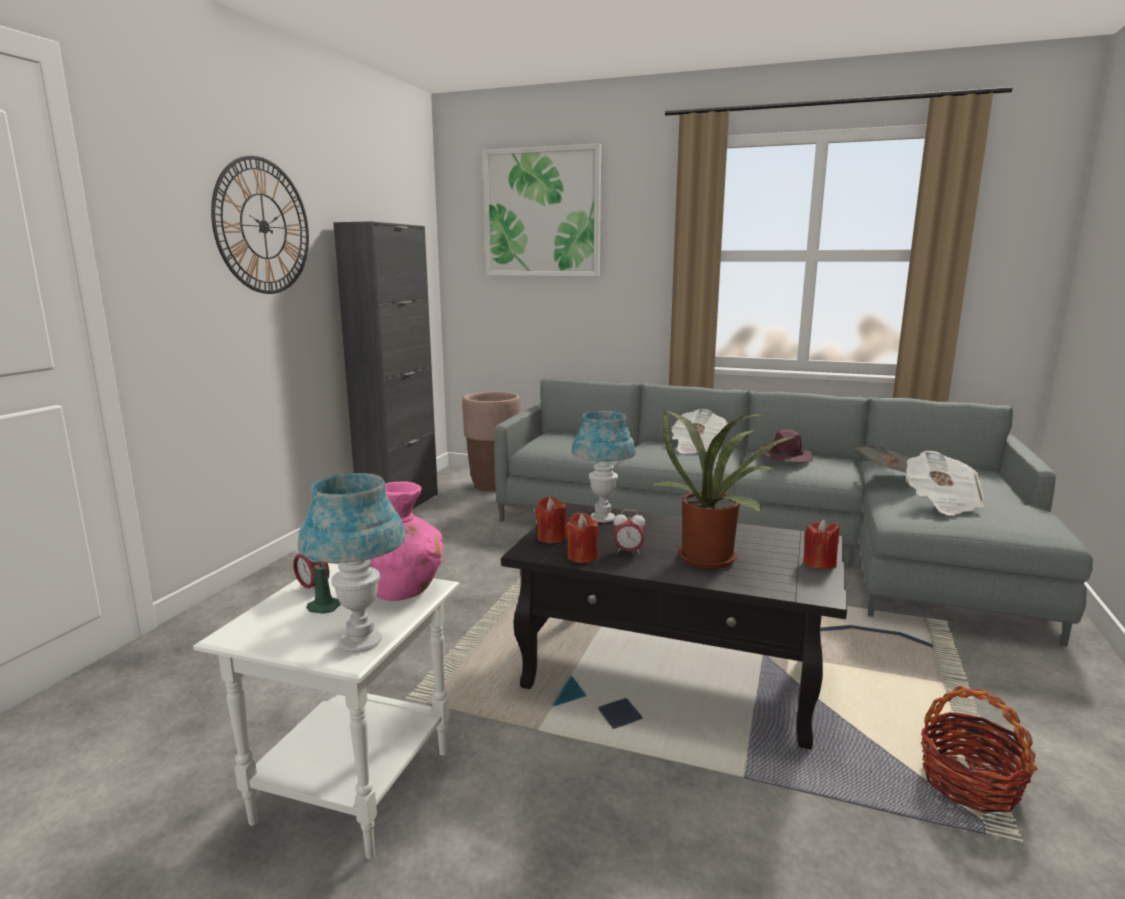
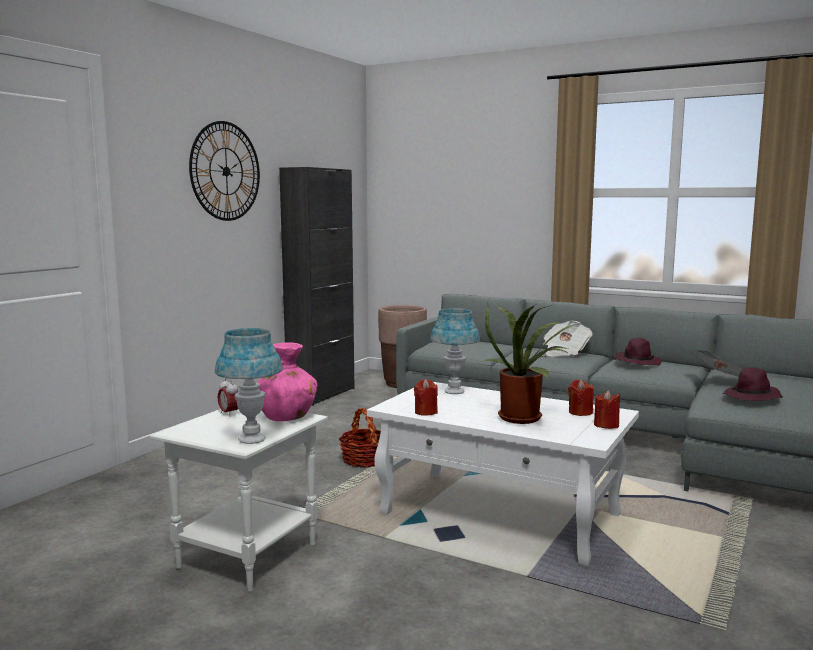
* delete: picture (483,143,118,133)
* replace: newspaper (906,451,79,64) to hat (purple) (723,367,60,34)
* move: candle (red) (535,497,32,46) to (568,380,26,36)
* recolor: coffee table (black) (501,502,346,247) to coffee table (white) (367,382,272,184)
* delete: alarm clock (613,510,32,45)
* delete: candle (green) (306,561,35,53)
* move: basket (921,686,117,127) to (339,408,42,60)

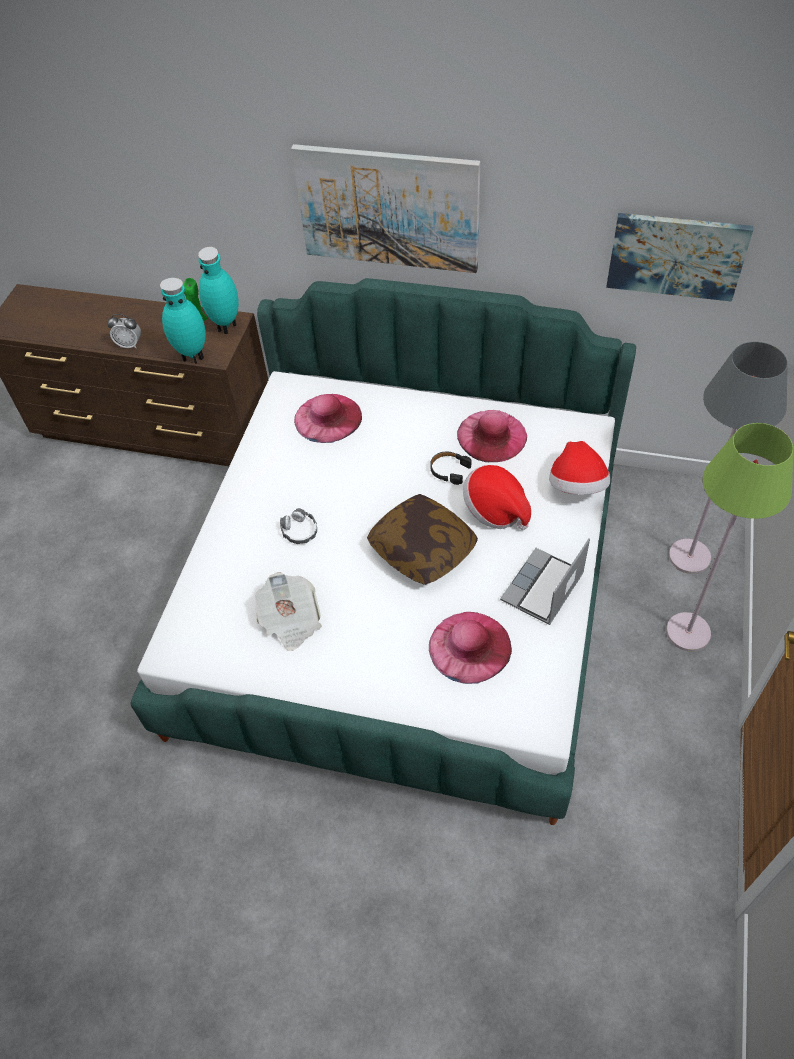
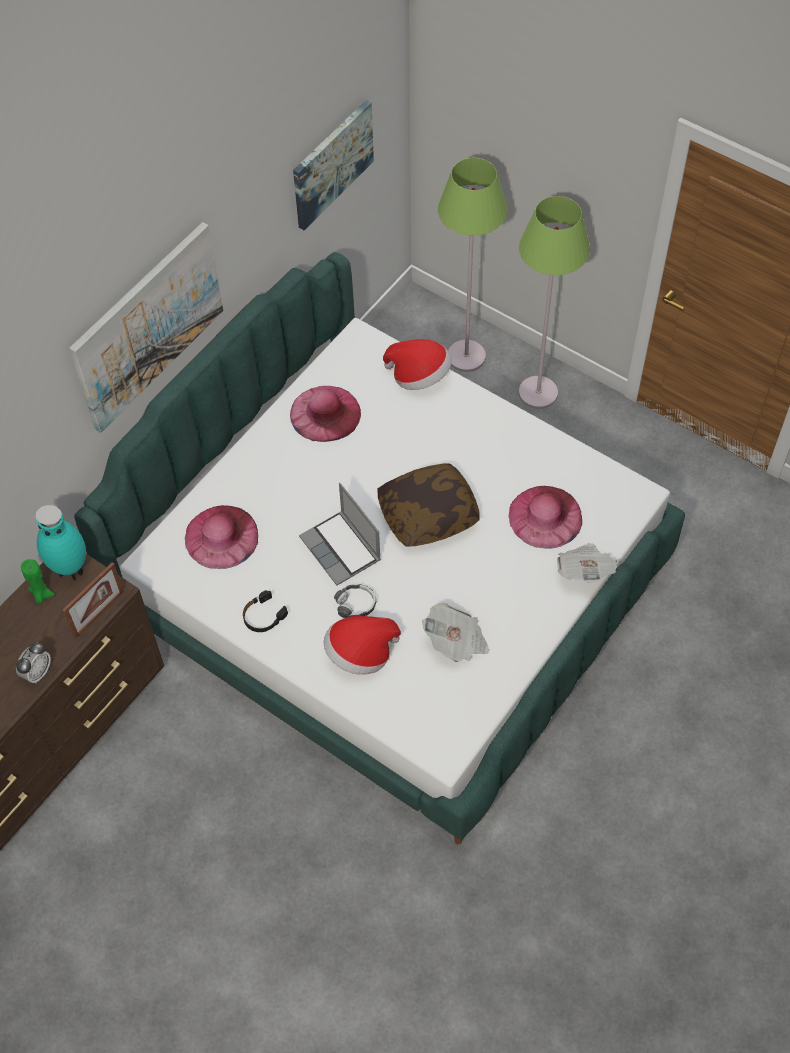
* replace: vase (turquoise) (160,278,46,86) to picture frame (63,562,61,76)
* recolor: floor lamp (grey) (669,342,119,232) to floor lamp (green) (438,158,69,214)
* move: headphones (black) (430,452,42,33) to (243,590,45,42)
* move: hat (463,465,68,65) to (324,616,77,59)
* move: laptop (500,538,90,87) to (299,483,82,103)
* insert: newspaper (557,543,61,40)

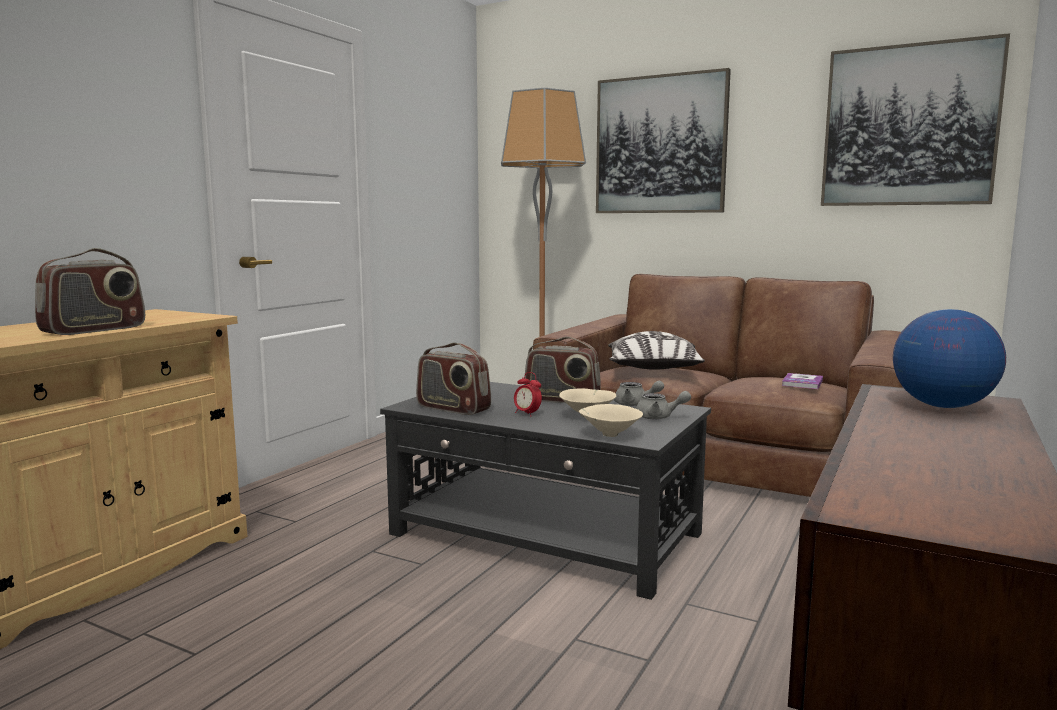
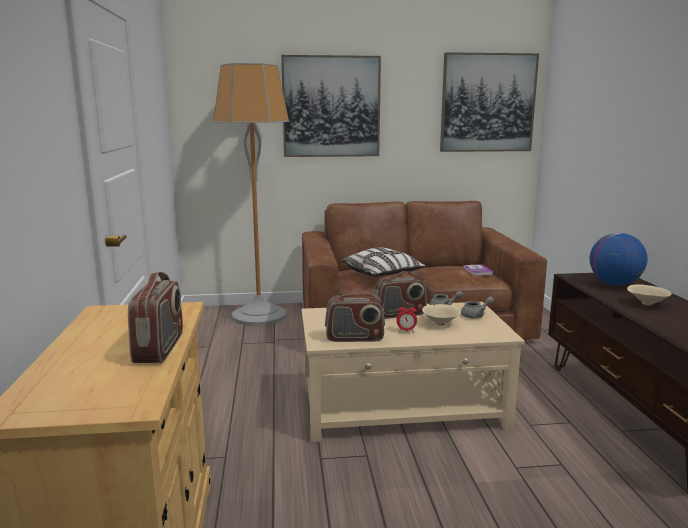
* recolor: coffee table (black) (380,382,331,218) to coffee table (beige) (301,302,224,140)
* move: bowl (beige) (579,404,64,33) to (627,284,45,22)

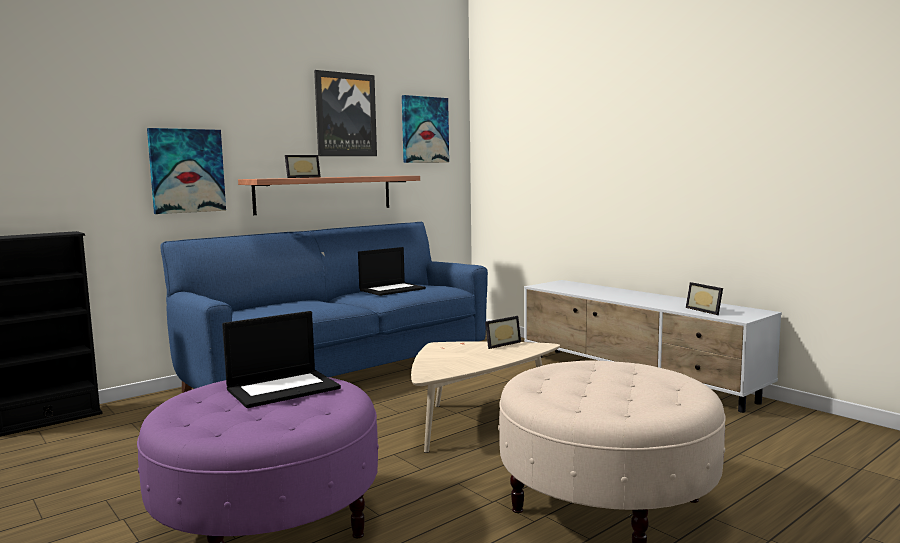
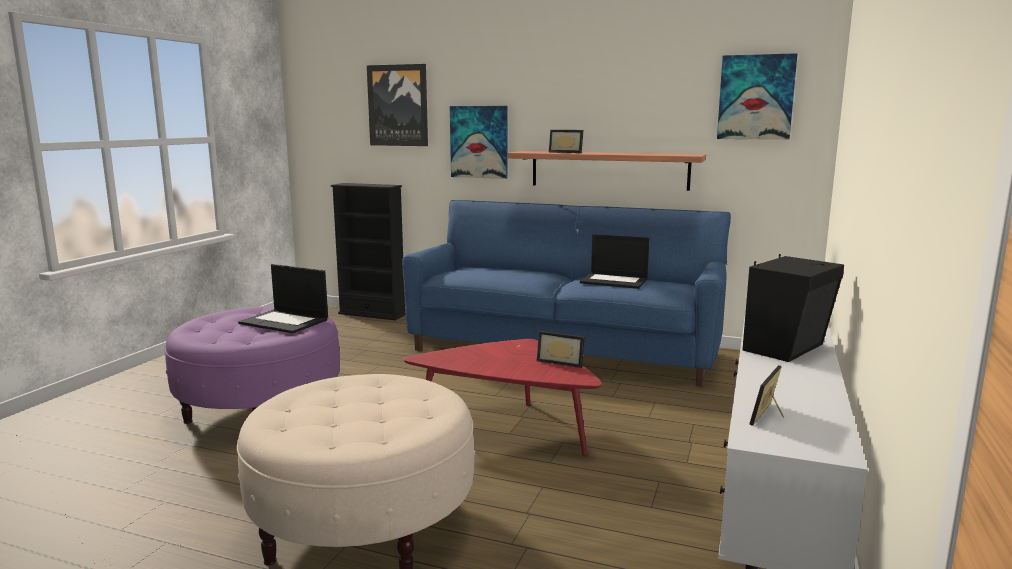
* move: picture (314,70,63,86) to (367,64,61,82)
* recolor: coffee table (beige) (411,341,149,112) to coffee table (red) (403,339,199,117)
* insert: speaker (black) (742,254,102,108)

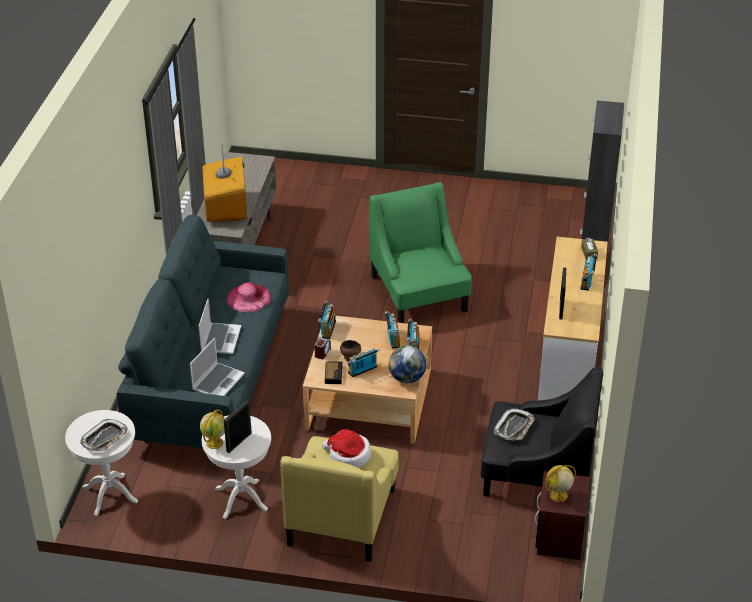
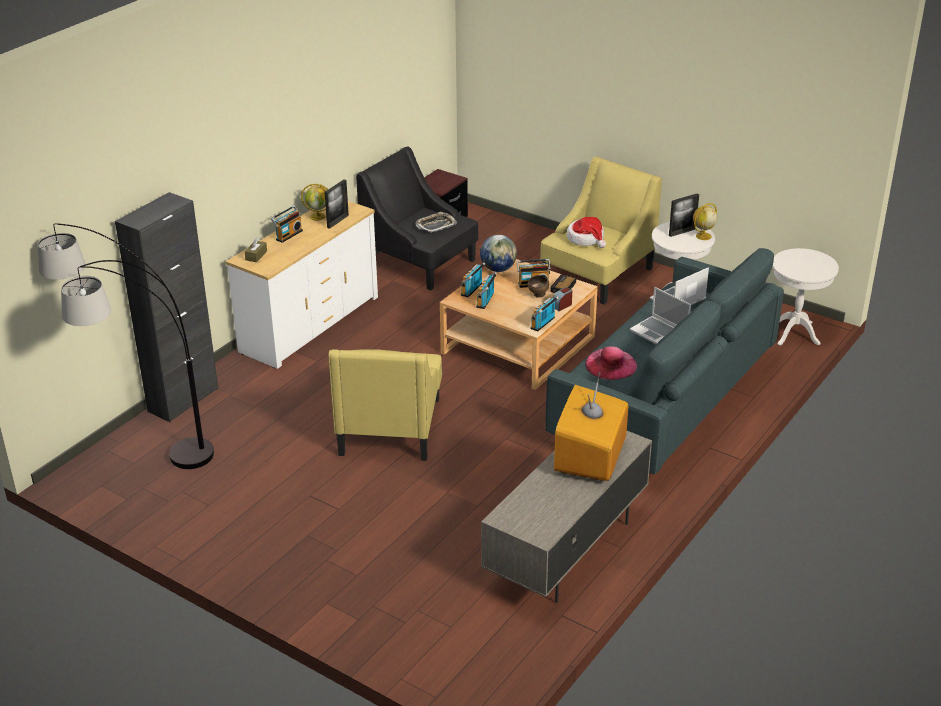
* recolor: armchair (green) (369,182,103,141) to armchair (yellow) (328,349,114,112)
* rotate: laptop (199,298,42,56) = (630,287,61,57) 75 degrees counterclockwise
* delete: tray (80,419,48,33)
* move: globe (545,465,31,37) to (301,184,27,37)
* insert: floor lamp (38,223,176,246)

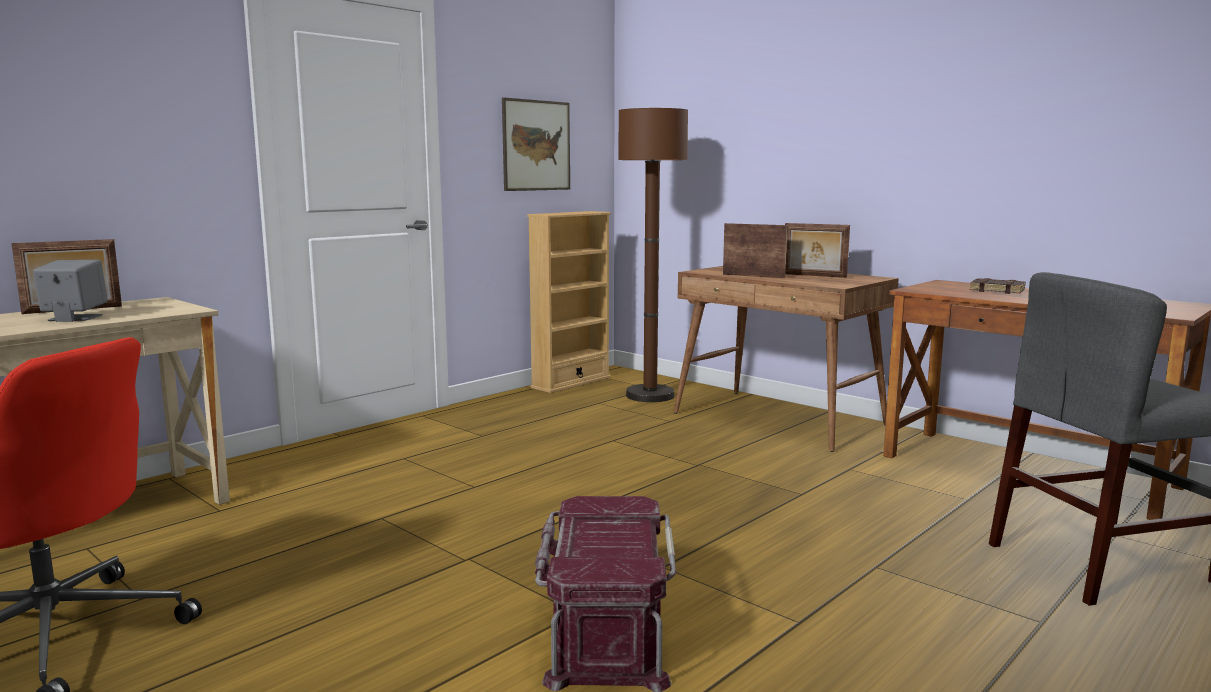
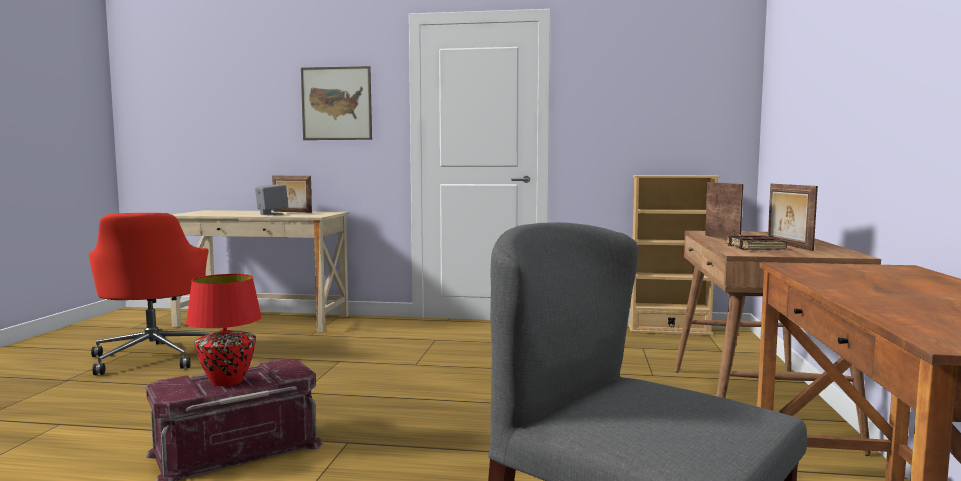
* move: picture (502,97,68,94) to (301,66,71,74)
* delete: floor lamp (brown) (618,108,70,294)
* move: book (brown) (970,278,55,16) to (725,234,62,16)
* insert: table lamp (red) (186,274,76,112)

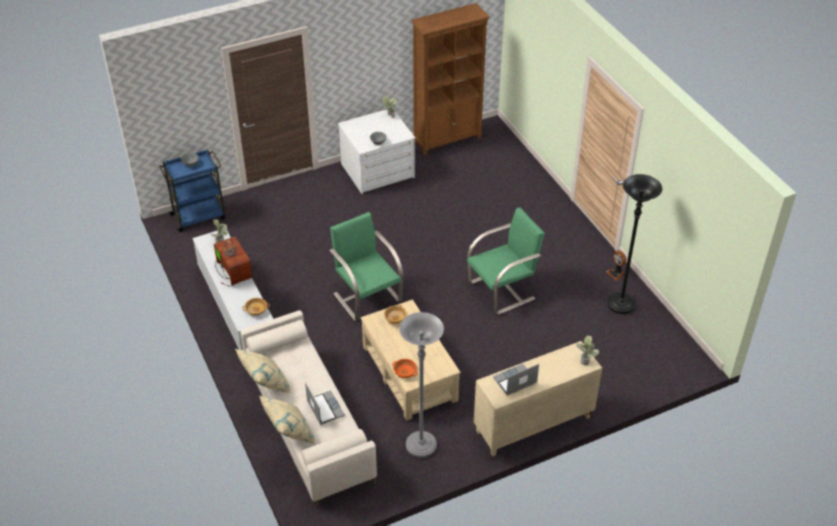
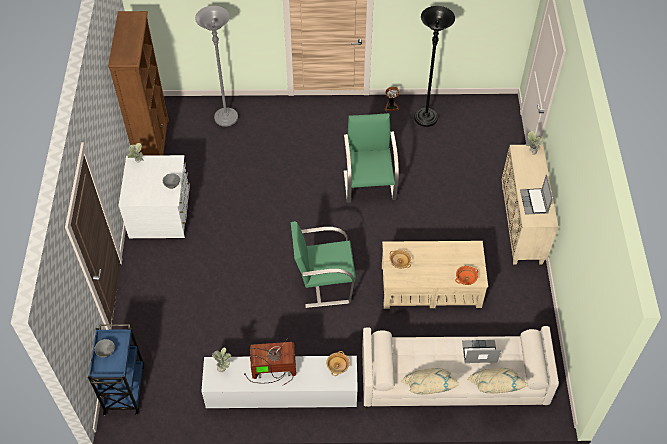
* move: floor lamp (grey) (399,312,45,146) to (195,6,43,121)

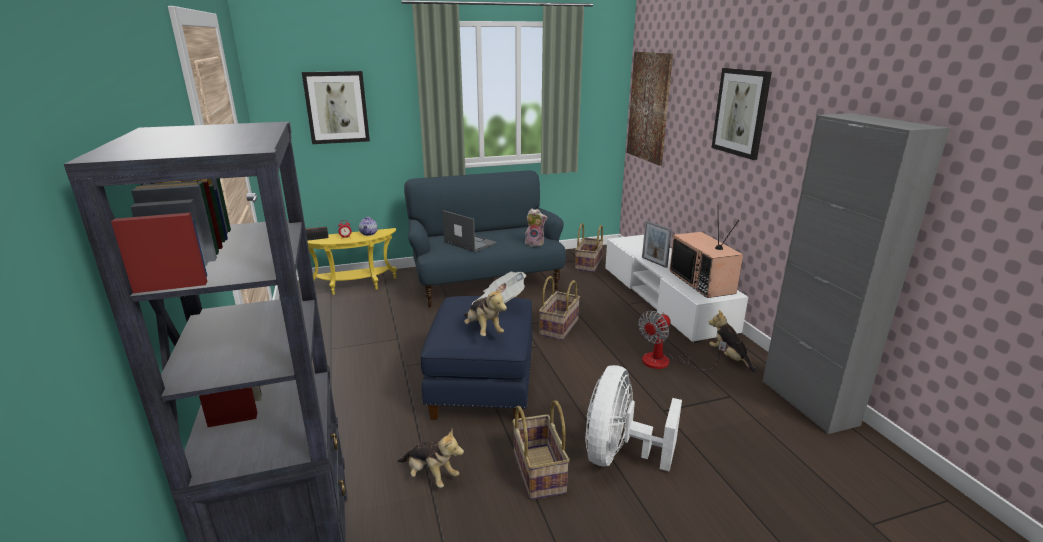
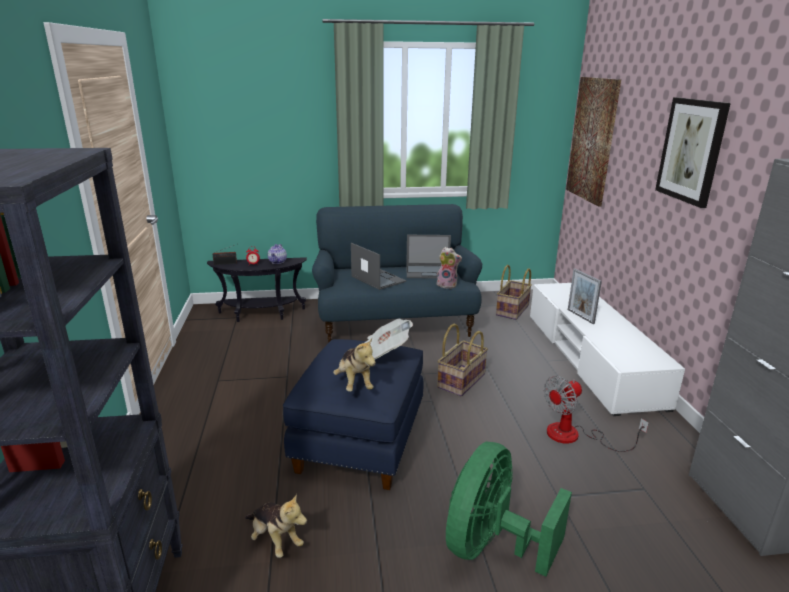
* delete: picture (302,71,68,73)
* delete: television (669,205,74,93)
* recolor: side table (yellow) (308,228,89,67) to side table (black) (207,257,100,65)
* delete: plush toy (709,310,48,63)
* recolor: fan (white) (585,365,97,106) to fan (green) (446,442,126,135)
* delete: basket (512,400,58,100)
* insert: laptop (406,235,45,44)

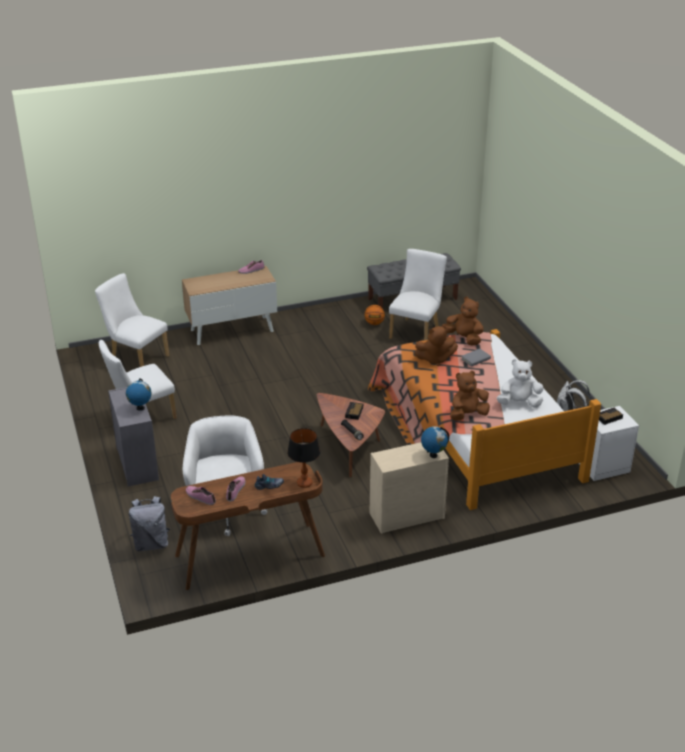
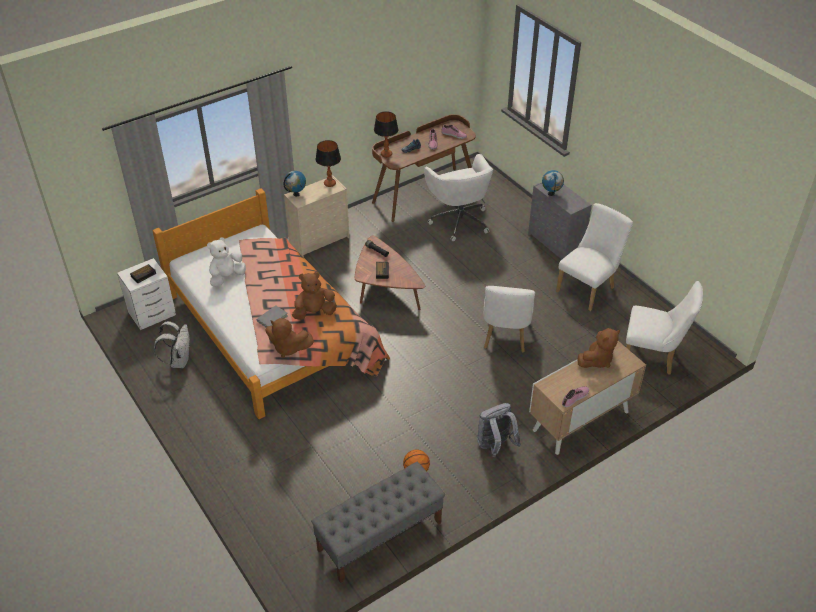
* move: chair (white) (389,249,58,92) to (483,286,52,66)
* rotate: plush toy (white) (497,359,47,49) = (207,237,39,50) 150 degrees clockwise
* move: plush toy (brown) (450,371,40,49) to (577,328,43,40)
* move: backpack (grey) (129,496,41,55) to (477,403,44,54)
* insert: table lamp (316,140,25,47)

